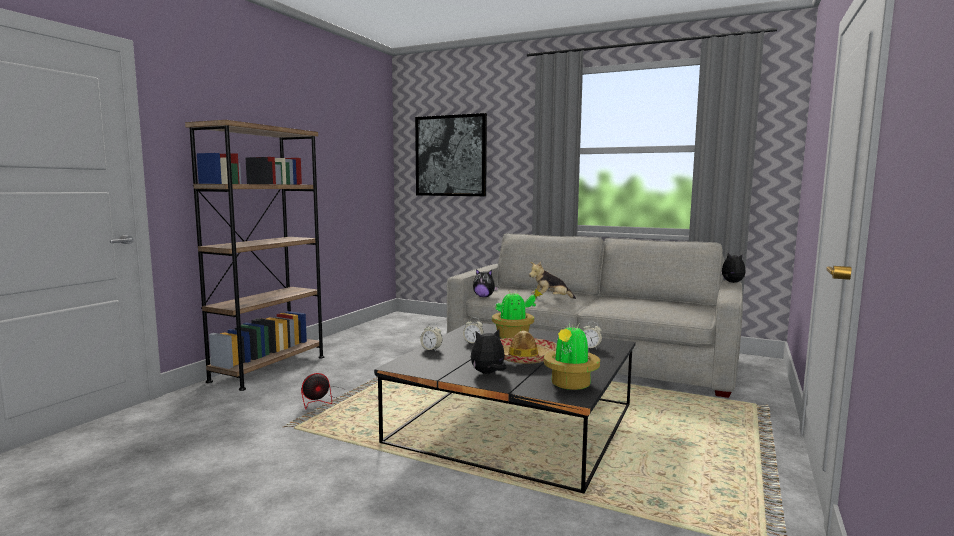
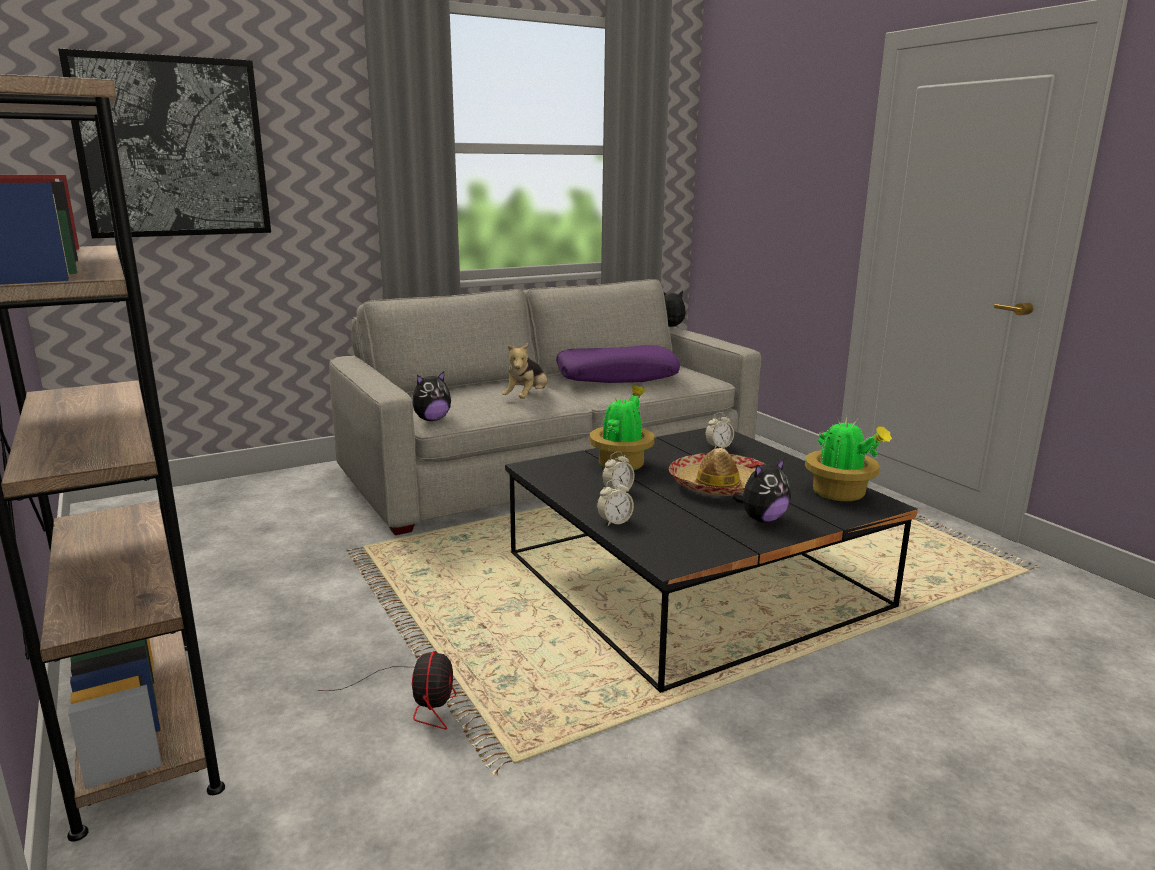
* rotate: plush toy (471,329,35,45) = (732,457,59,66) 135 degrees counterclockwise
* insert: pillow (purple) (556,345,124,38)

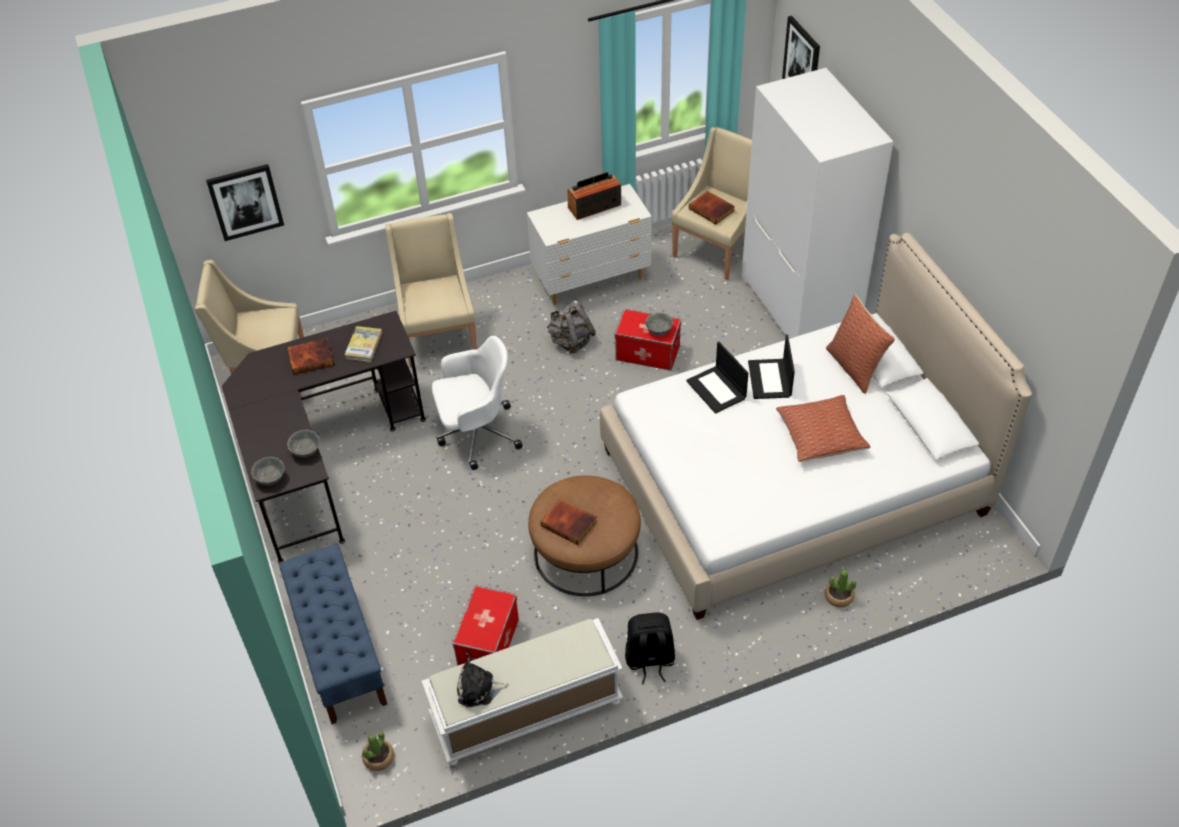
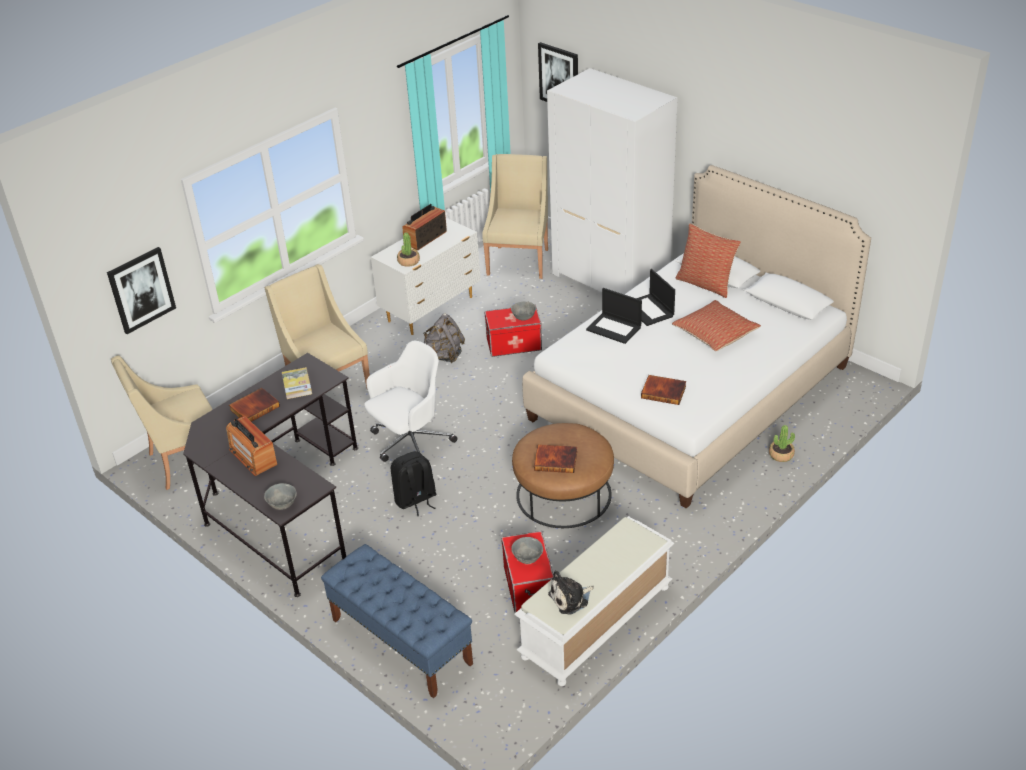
* move: book (689,191,46,33) to (641,375,45,30)
* move: bowl (grey) (287,430,33,28) to (511,537,32,27)
* move: backpack (black) (625,613,50,71) to (391,451,45,65)
* move: potted plant (362,732,32,39) to (397,232,23,35)
* insert: radio (226,416,51,60)

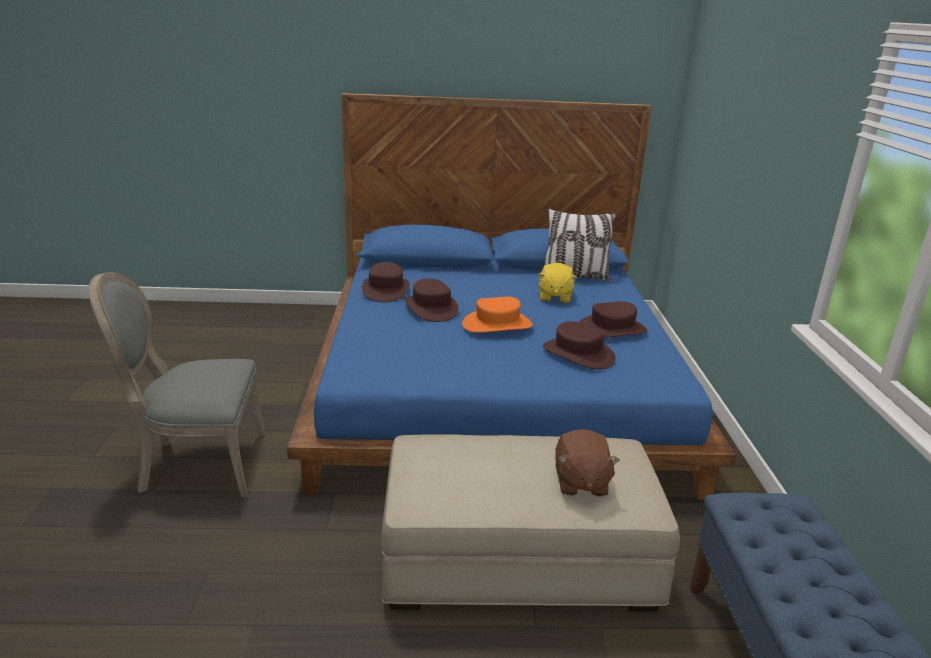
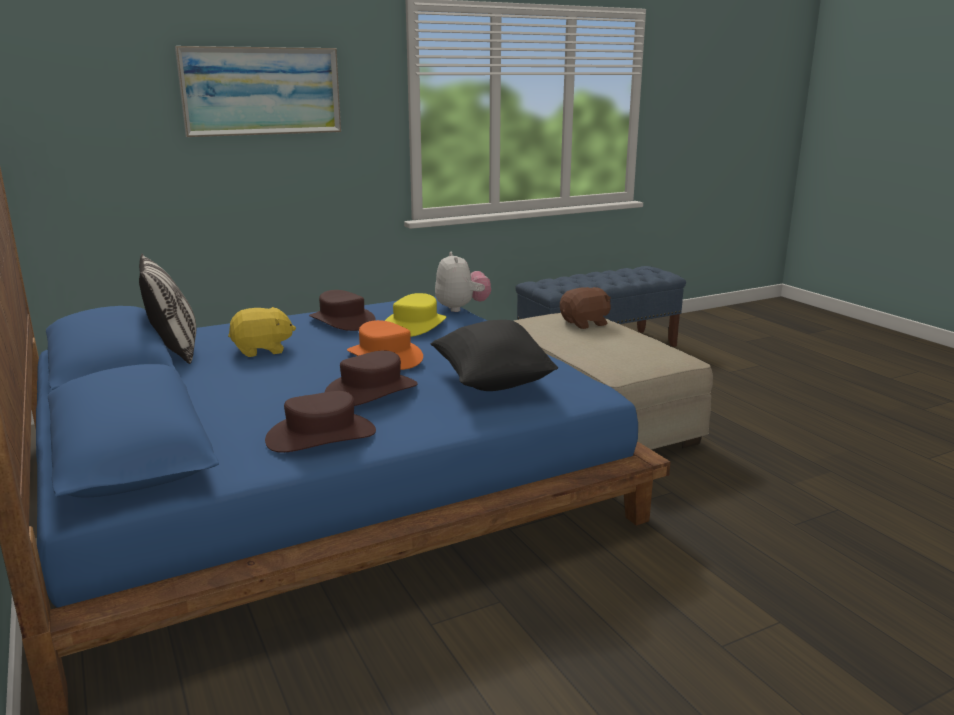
* delete: chair (grey) (89,272,176,226)
* recolor: hat (brown) (543,321,73,49) to hat (yellow) (385,293,61,44)
* insert: picture (175,46,166,91)
* insert: plush toy (435,252,56,60)
* insert: pillow (black) (431,320,127,71)

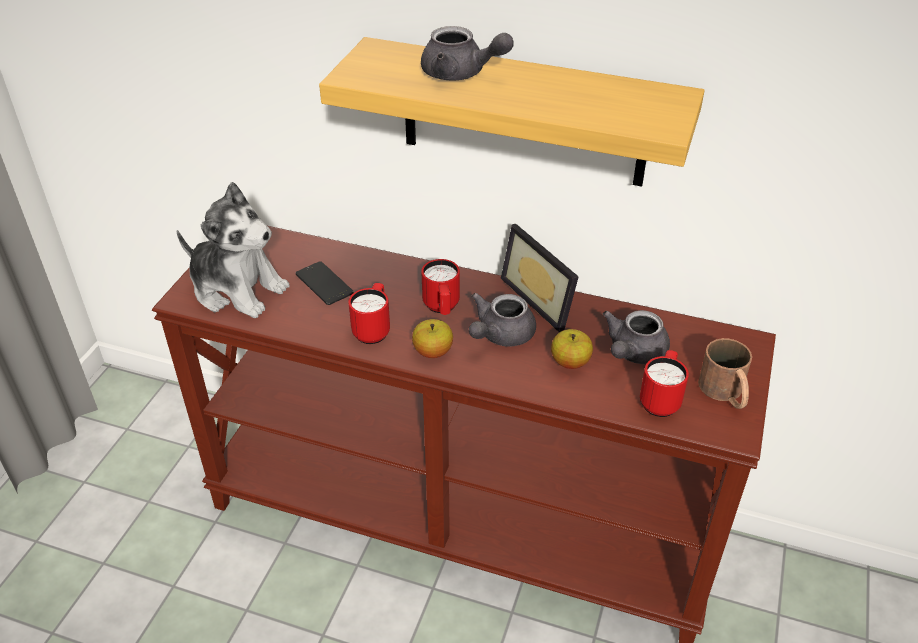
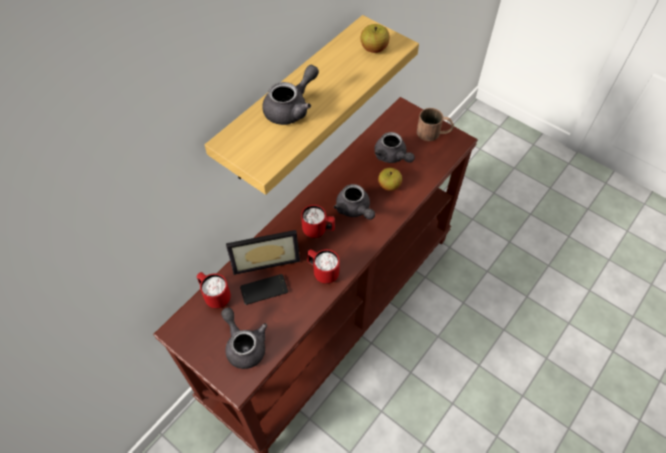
* replace: plush toy (177,182,113,136) to teapot (grey) (221,308,46,61)
* move: picture frame (501,224,78,108) to (226,230,74,45)
* move: apple (412,319,41,39) to (361,24,29,29)
* move: mug (red) (640,350,49,67) to (196,272,35,36)

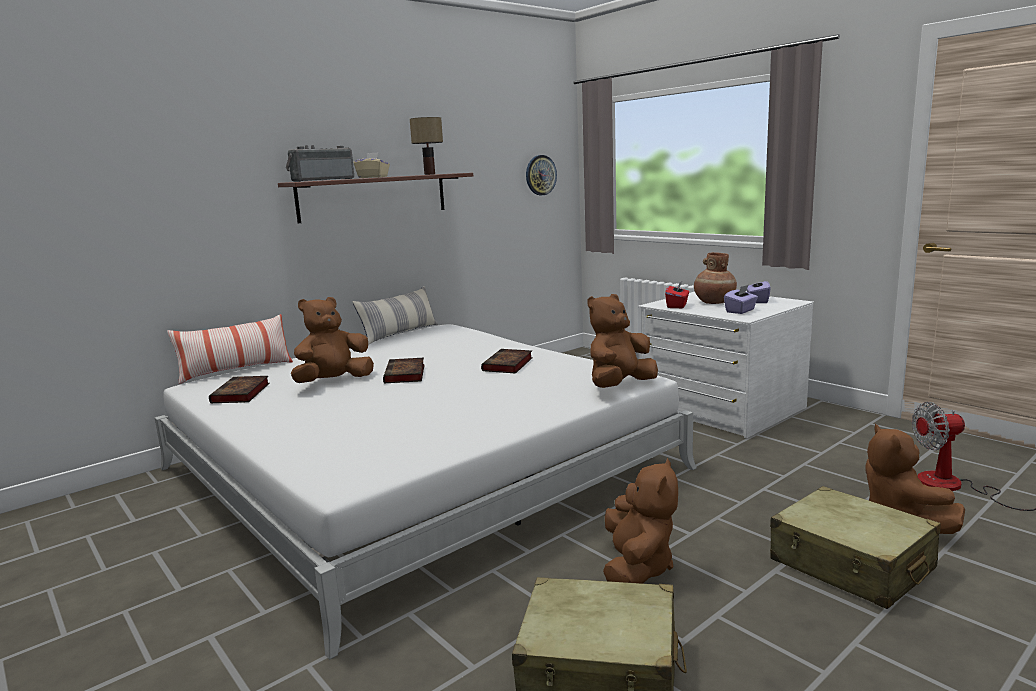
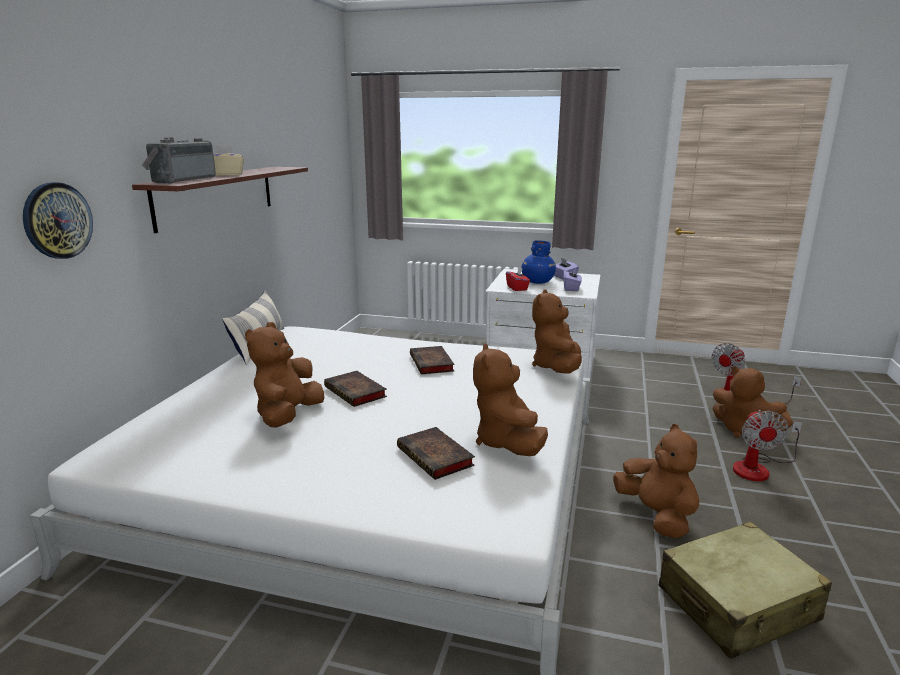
* delete: table lamp (410,117,33,58)
* move: wall clock (526,155,31,40) to (23,182,70,77)
* recolor: vase (brown) (694,252,43,52) to vase (blue) (521,240,35,44)
* delete: pillow (167,314,126,70)
* move: book (209,376,61,27) to (397,427,78,53)
* replace: suitcase (beige) (770,486,170,123) to fan (733,410,69,71)
* insert: plush toy (brown) (473,343,75,113)

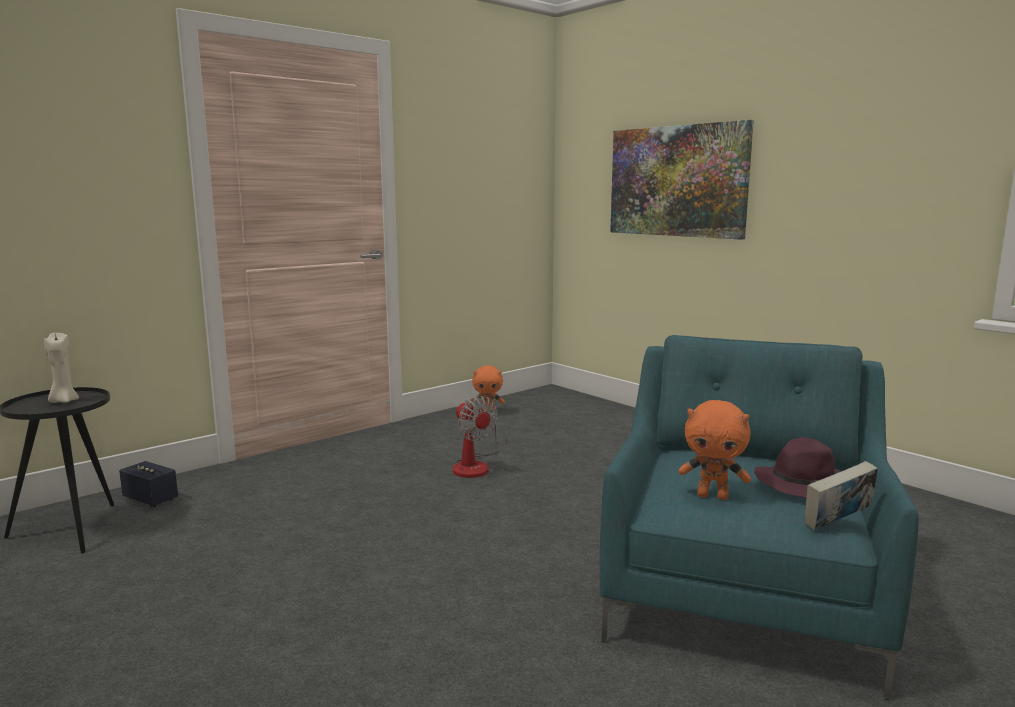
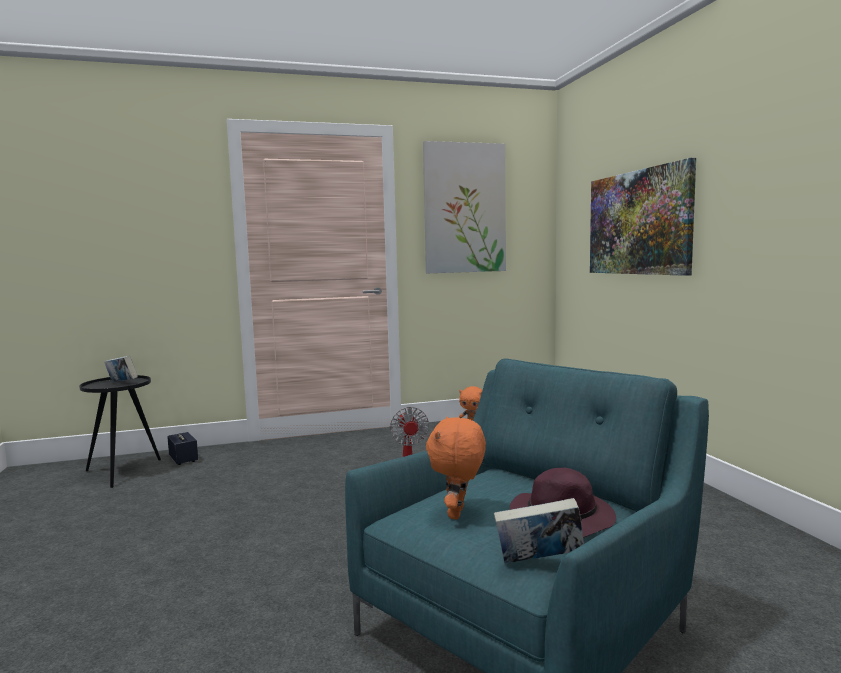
* replace: candle (beige) (44,333,35,70) to book (104,355,34,27)
* rotate: plush toy (orange) (679,400,72,100) = (426,416,60,103) 60 degrees clockwise
* insert: picture (423,141,83,132)

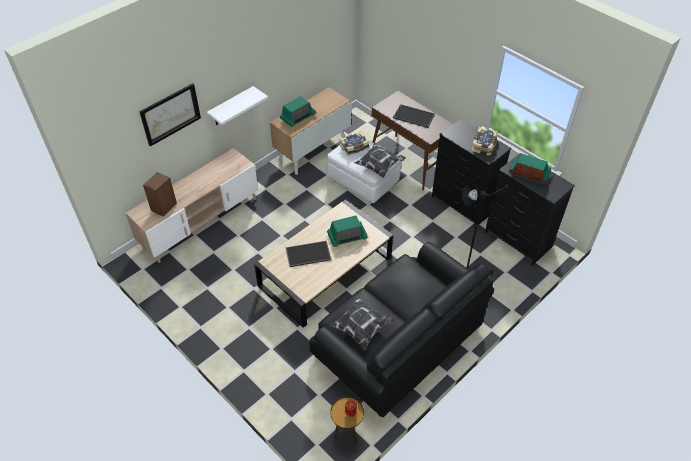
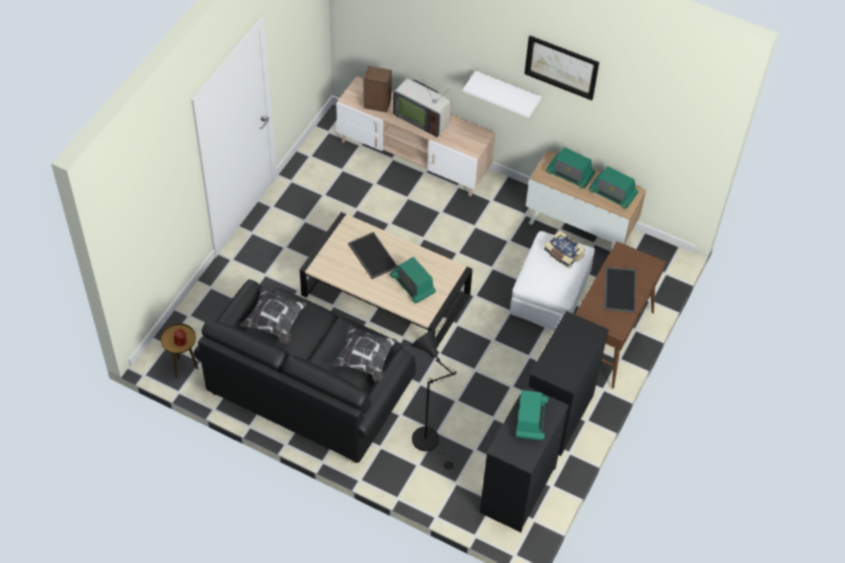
* move: picture (139,83,62,64) to (524,36,75,64)
* delete: book (471,127,27,29)
* move: pillow (354,144,52,34) to (332,325,65,57)
* insert: television (393,76,58,61)
* insert: radio (589,166,49,43)

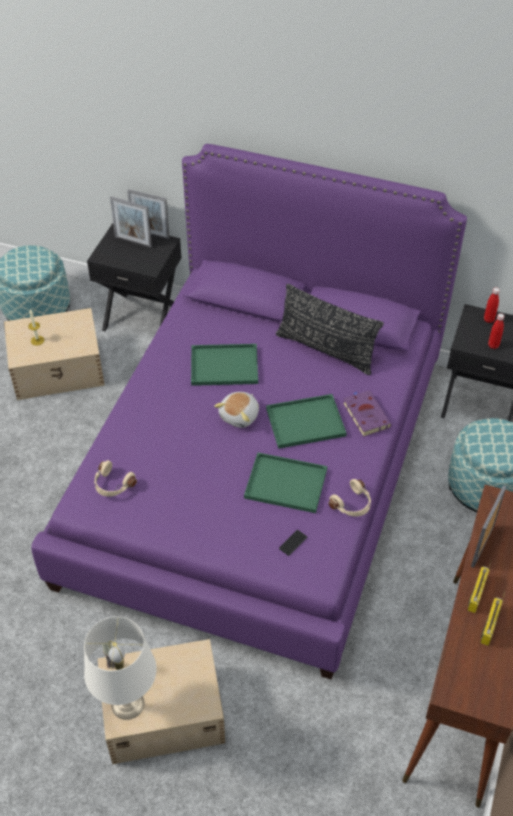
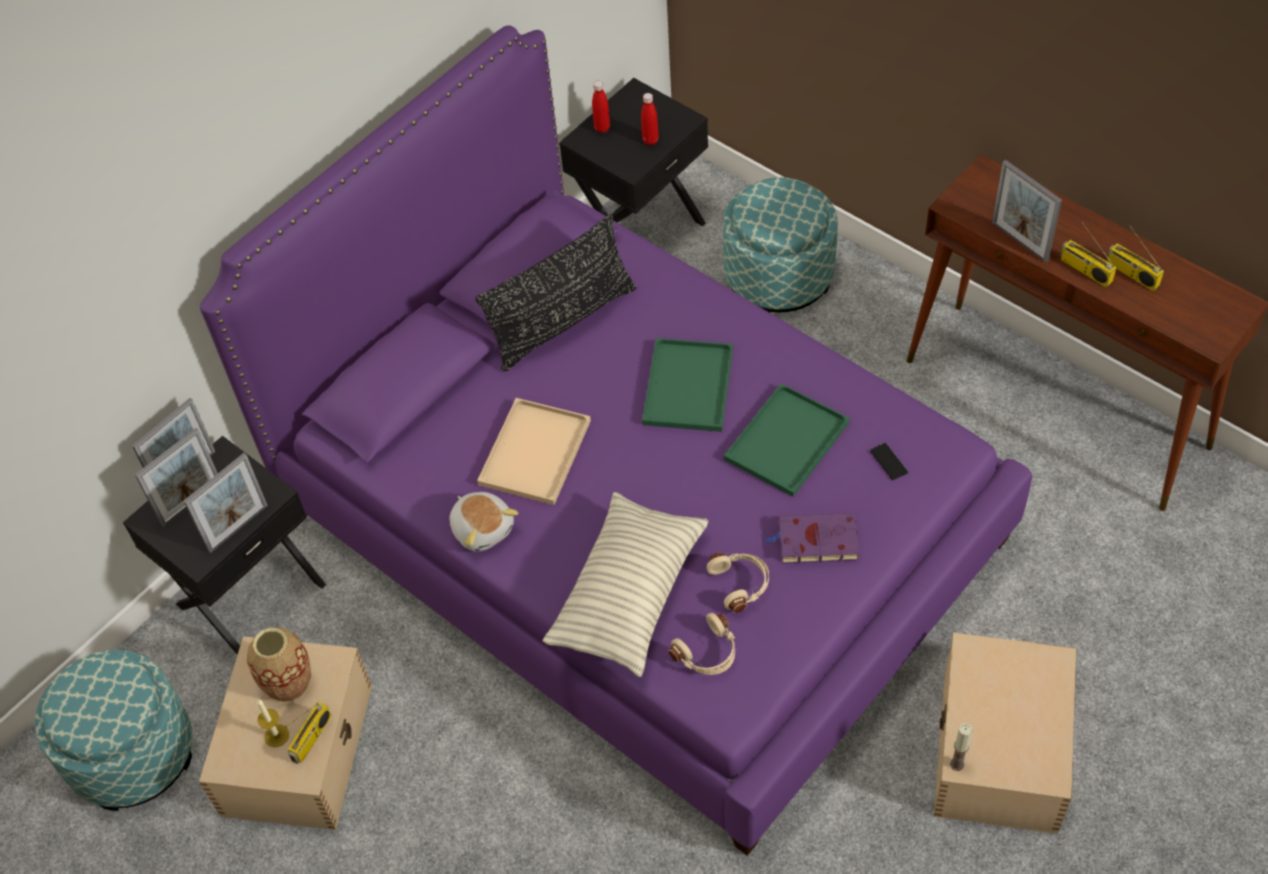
* recolor: tray (green) (191,344,67,42) to tray (beige) (477,398,114,107)
* move: book (purple) (343,390,49,47) to (764,513,95,51)
* move: plush toy (214,392,45,36) to (449,492,69,60)
* move: headphones (beige) (328,479,43,38) to (707,553,62,60)
* delete: table lamp (white) (84,617,73,103)
* insert: picture frame (184,453,84,100)
* insert: pillow (542,492,166,185)
* insert: vase (247,627,64,75)
* insert: radio (286,702,46,62)

